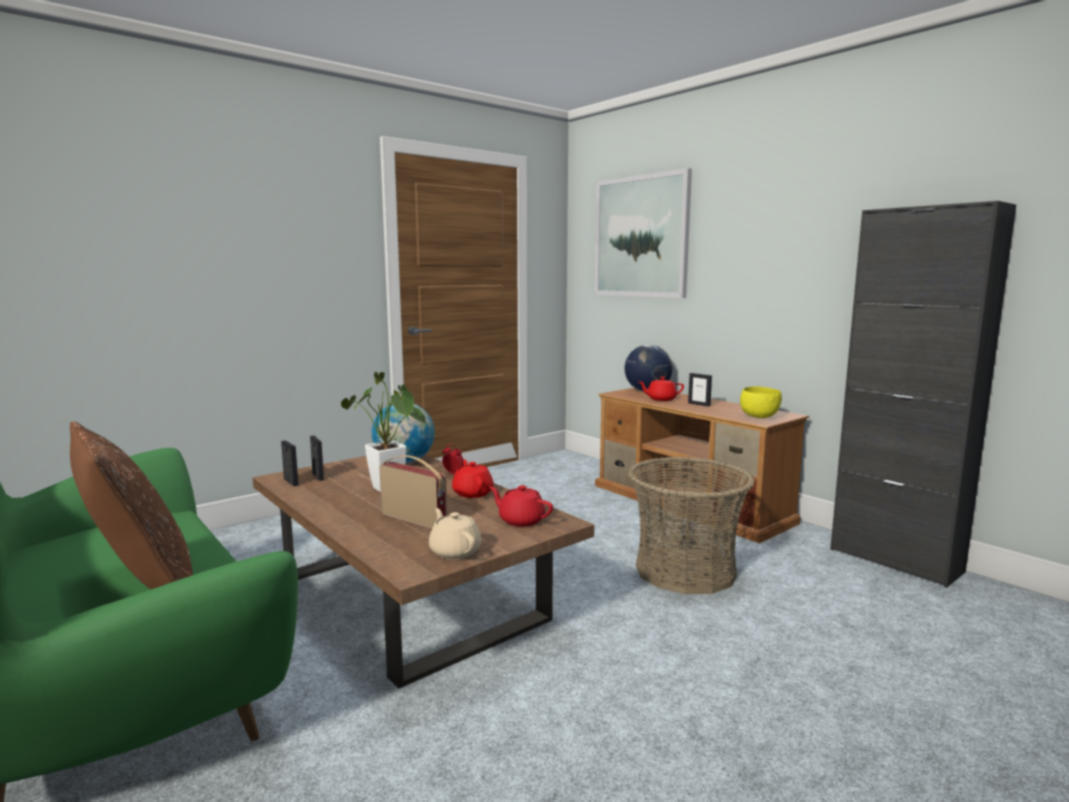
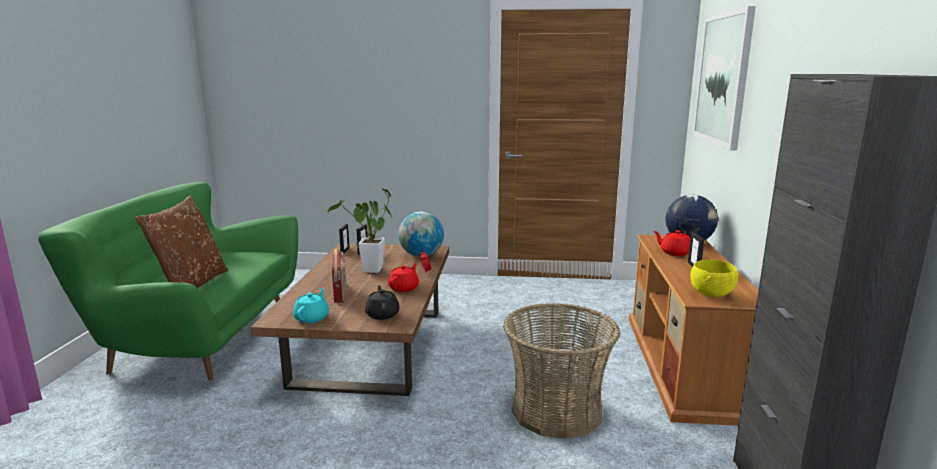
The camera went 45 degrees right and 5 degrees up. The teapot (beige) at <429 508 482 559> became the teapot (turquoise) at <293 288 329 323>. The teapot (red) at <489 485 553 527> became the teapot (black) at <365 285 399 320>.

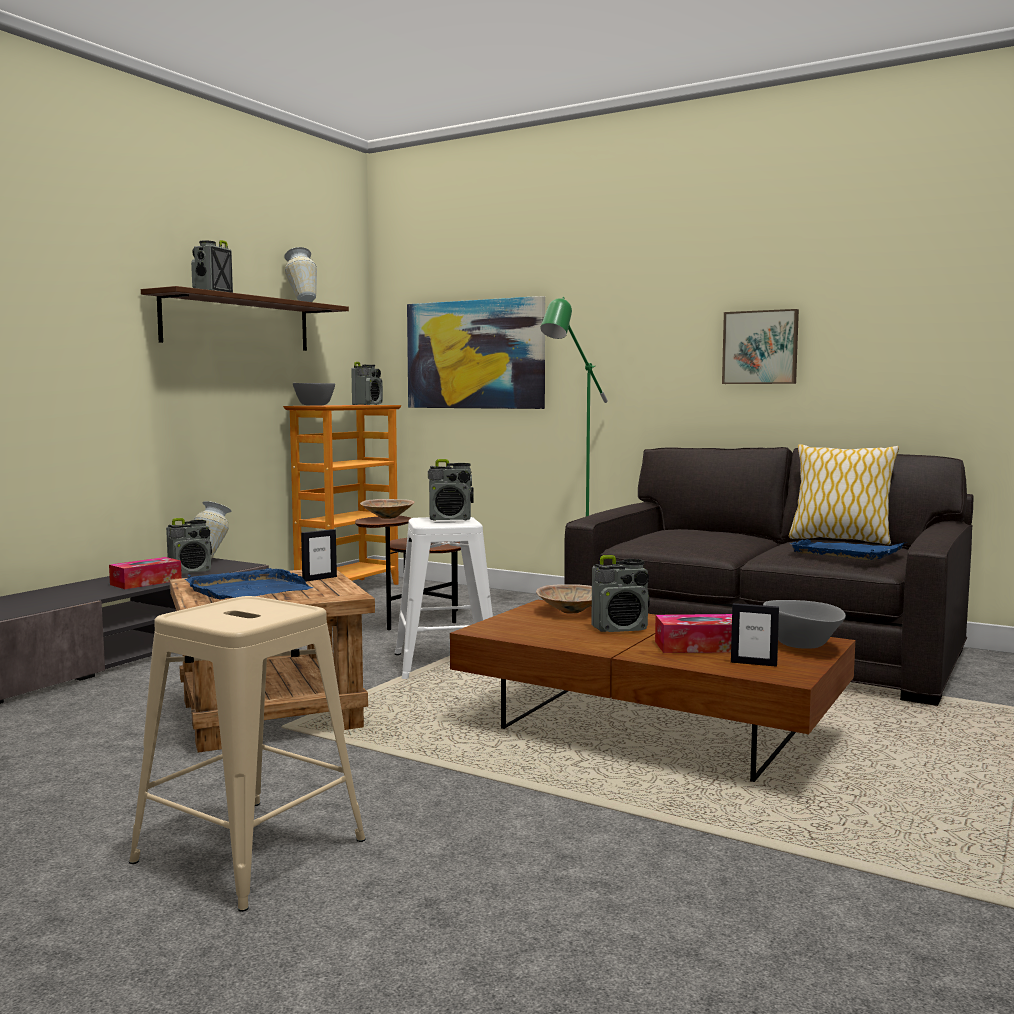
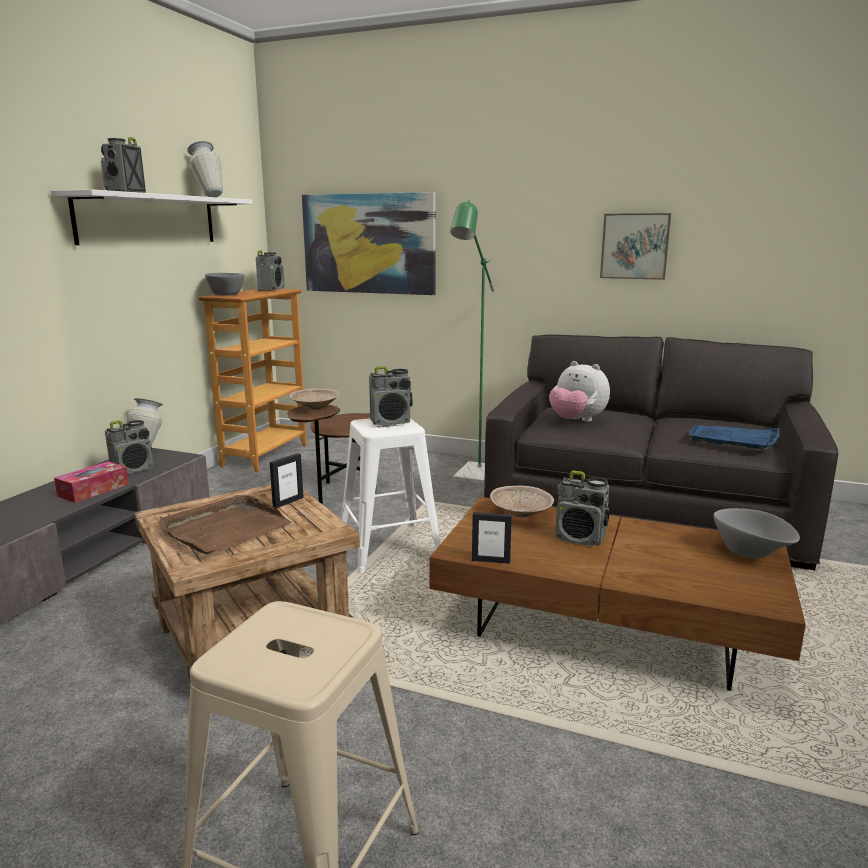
The camera went 10 degrees left and 10 degrees up. The shelf (brown) at <141 286 349 351> became the shelf (white) at <50 189 253 245>. The tray (blue) at <185 568 313 599> became the tray (brown) at <158 495 292 555>. The radio at <591 555 650 632> turned 45 degrees clockwise. The tissue box at <655 614 732 653> disappeared. The picture frame moved from <731 603 779 667> to <472 512 512 564>. The pillow at <789 444 899 545> disappeared. The plush toy at <549 361 610 422> appeared.

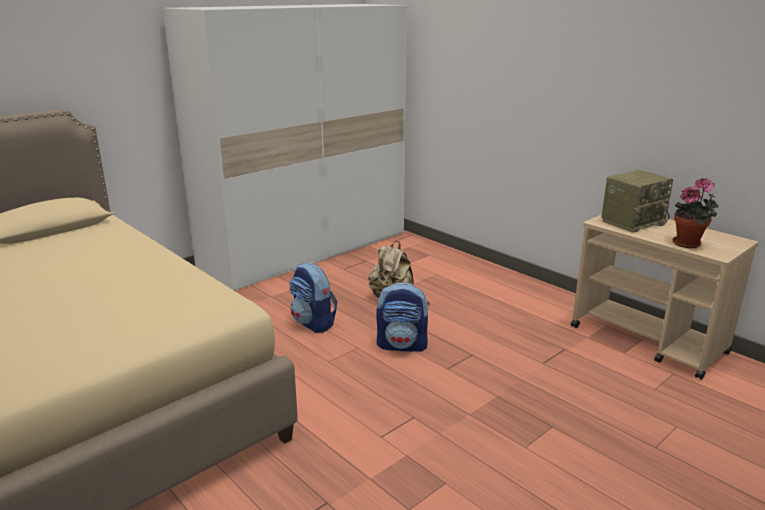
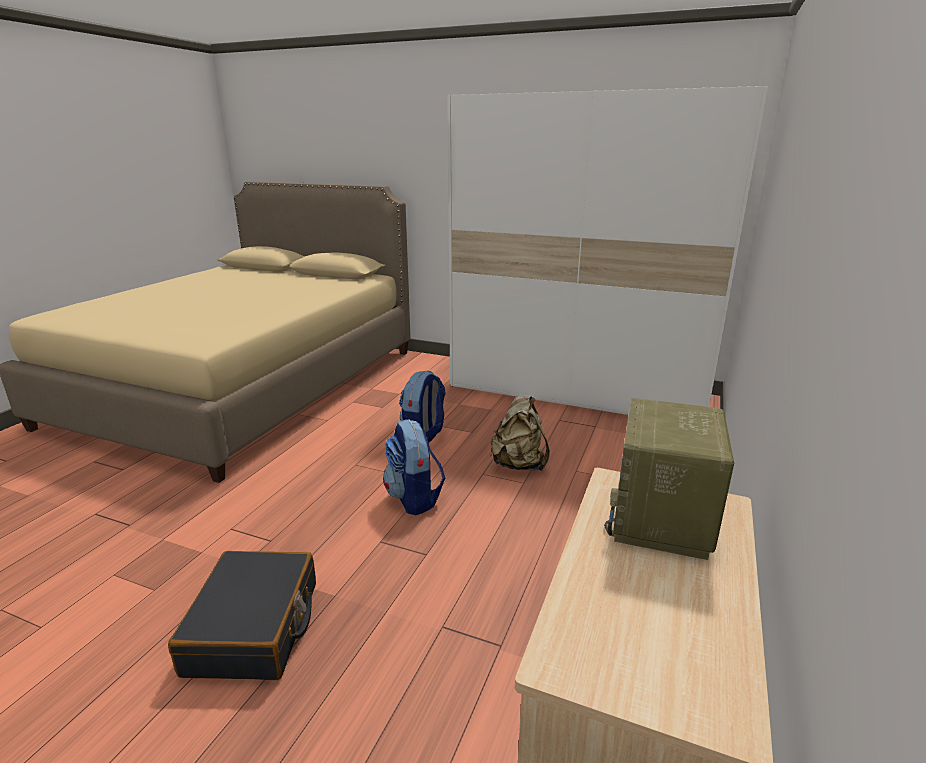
The camera went 65 degrees right and 0 degrees up. The radio at <601 170 673 233> turned 75 degrees clockwise. The potted plant at <673 178 719 248> disappeared. The suitcase (black) at <168 551 316 680> appeared.

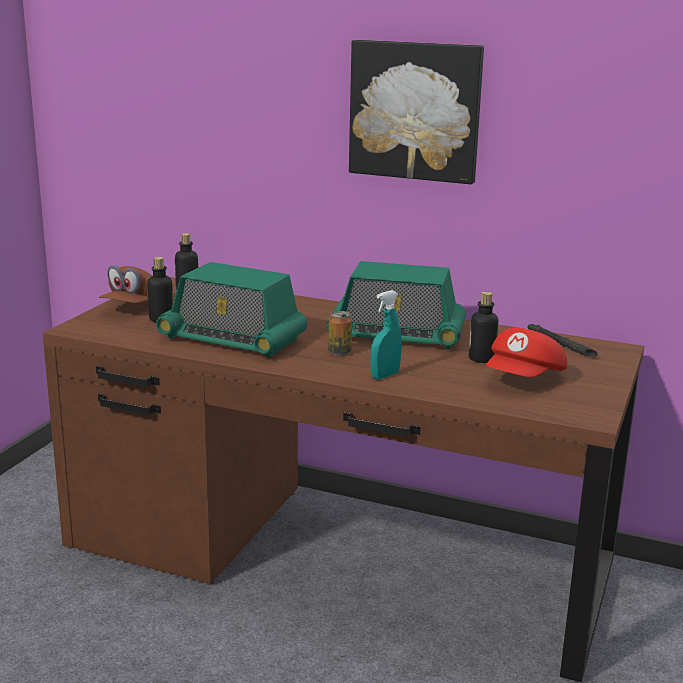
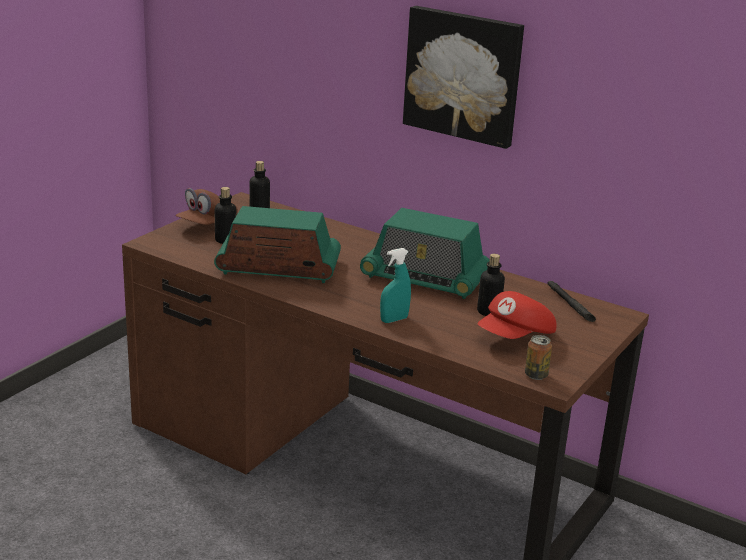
The camera went 10 degrees right and 5 degrees up. The radio at <156 262 307 358> turned 150 degrees clockwise. The can moved from <328 311 352 355> to <525 335 552 380>.

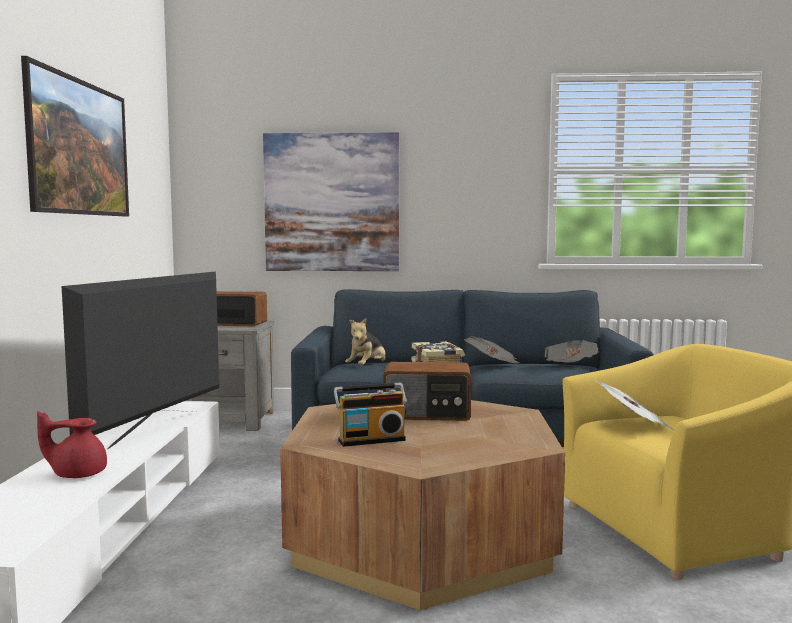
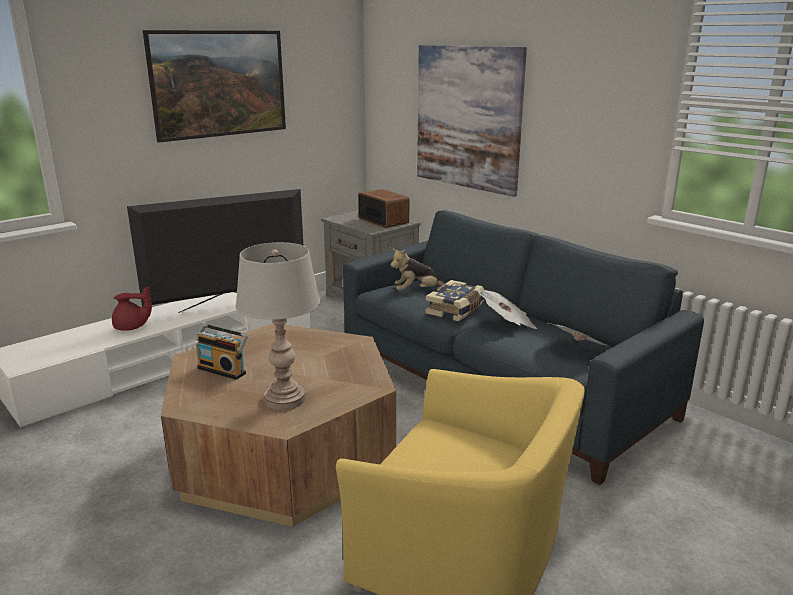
The camera went 45 degrees right and 15 degrees up. The teapot (red) at <37 411 107 478> turned 135 degrees clockwise. The radio at <383 362 471 421> disappeared. The newspaper at <596 381 674 430> disappeared. The table lamp (grey) at <236 242 320 410> appeared.

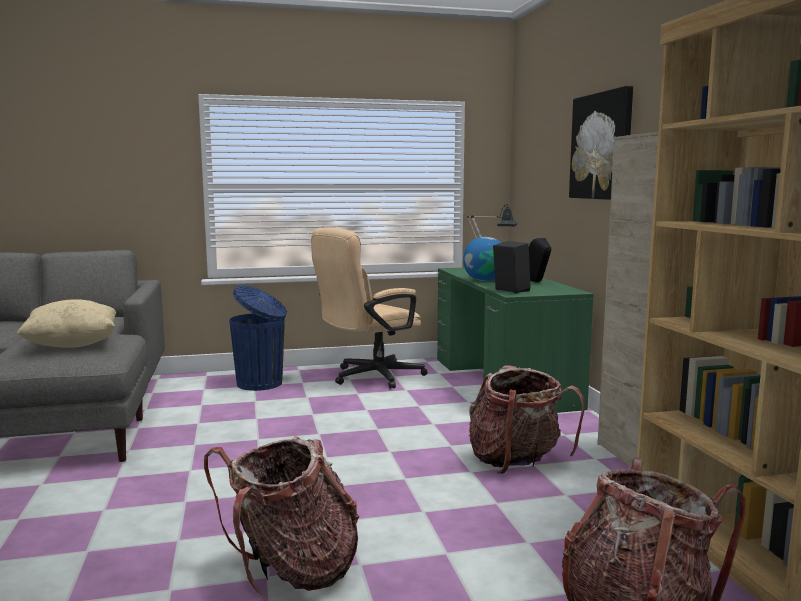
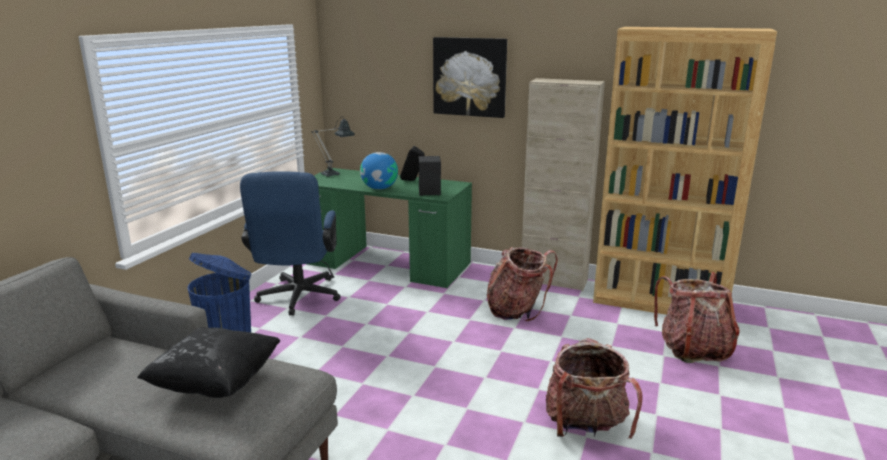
The camera went 55 degrees left and 10 degrees up. The pillow (beige) at <16 300 116 348> became the pillow (black) at <137 327 281 398>. The office chair (beige) at <311 227 427 389> became the office chair (blue) at <240 171 341 316>.

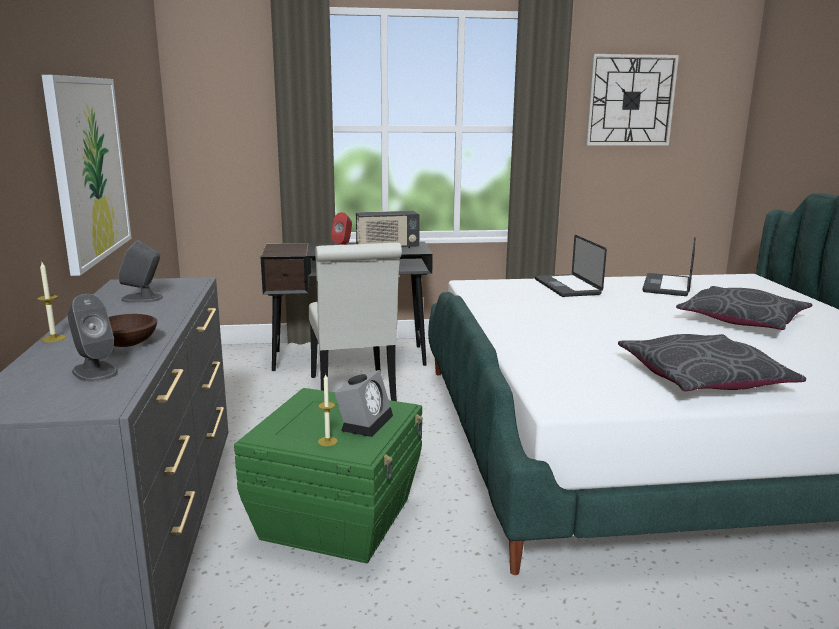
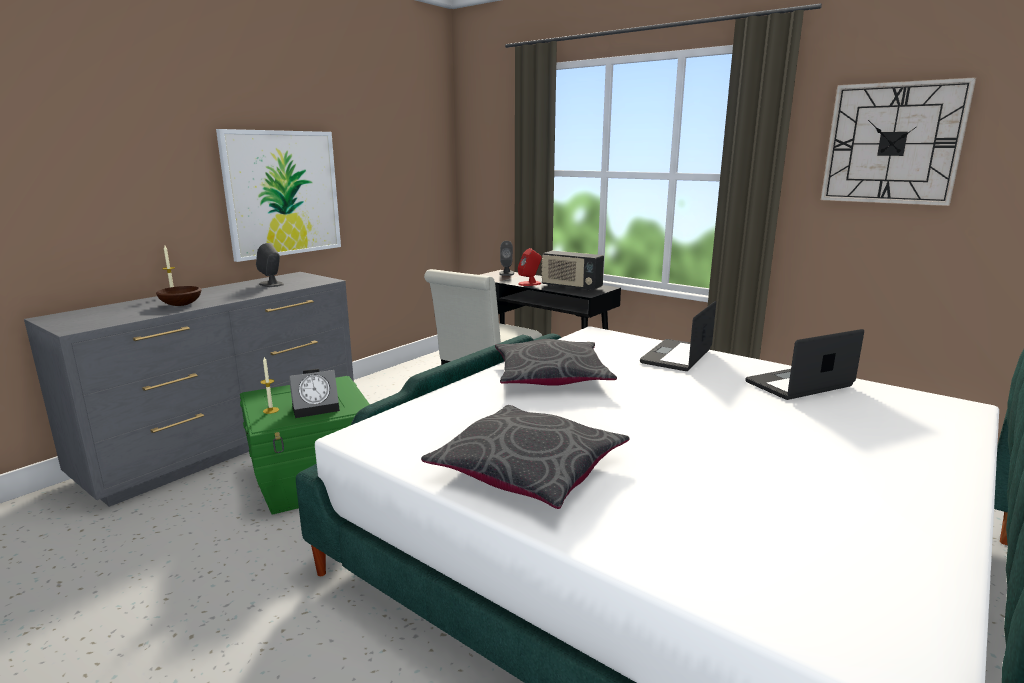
The camera went 45 degrees right and 0 degrees up. The speaker (grey) moved from <68 294 118 382> to <499 241 514 276>. The pillow (grey) moved from <676 286 812 330> to <495 339 617 386>.

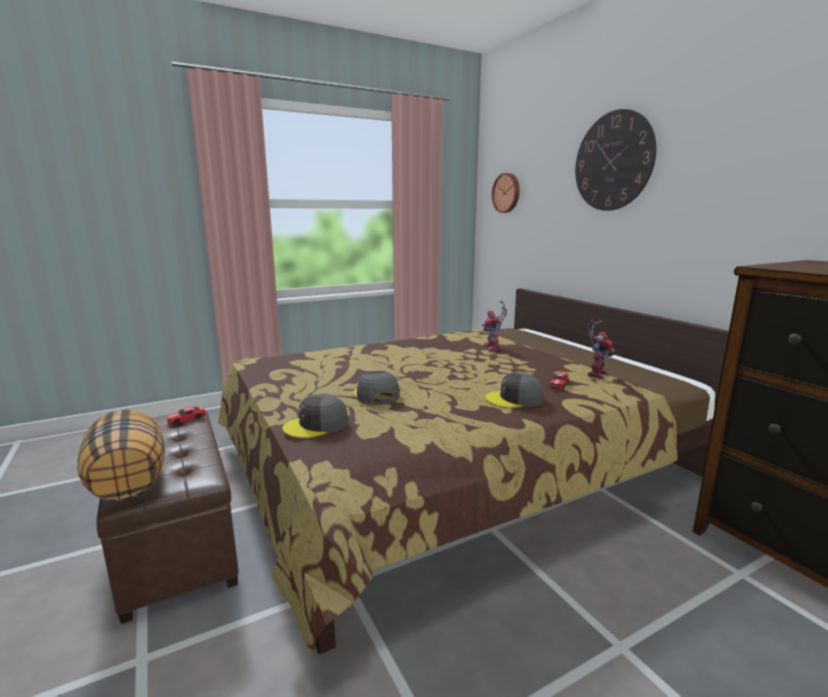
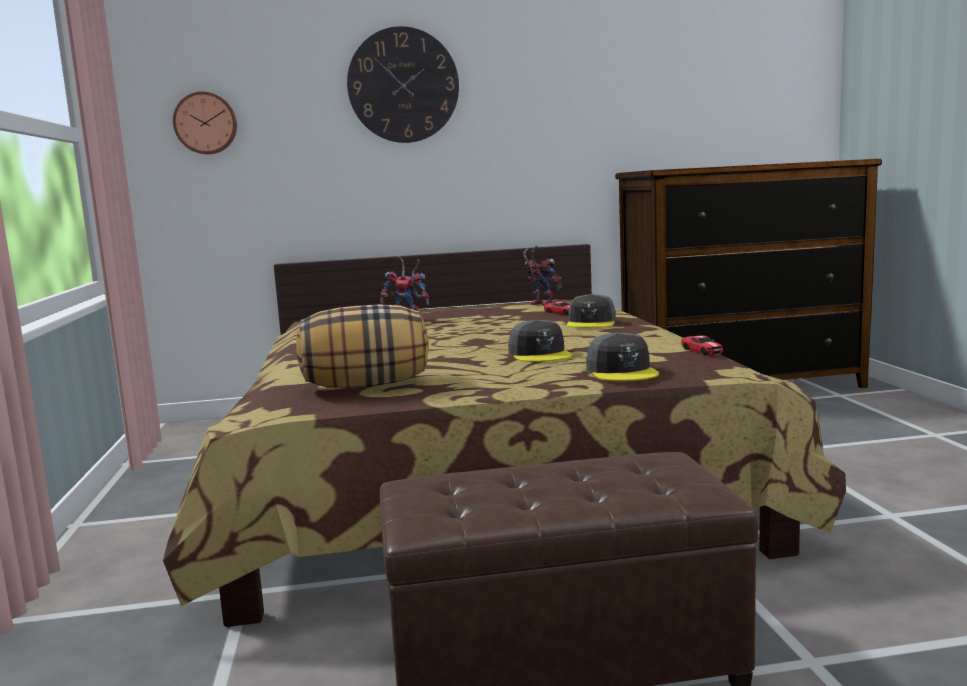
The camera went 70 degrees left and 5 degrees down. The pillow moved from <77 409 165 501> to <296 305 429 388>. The toy car moved from <166 406 206 425> to <681 335 723 356>. The cap (grey) at <353 371 399 405> turned 105 degrees counterclockwise.

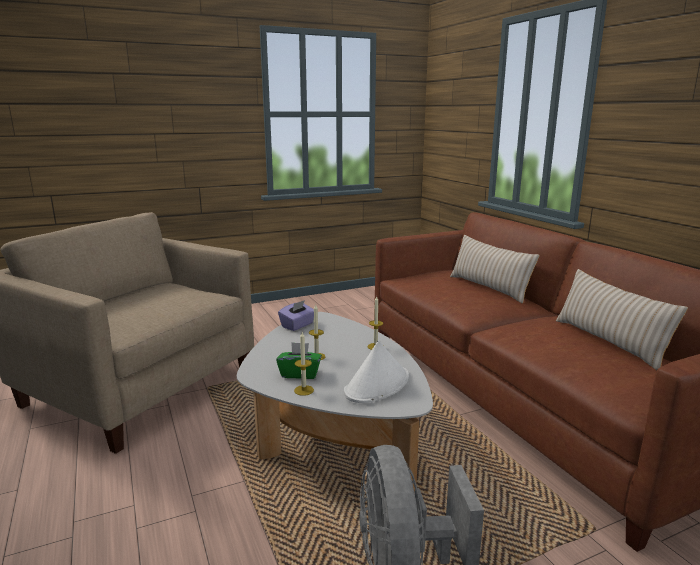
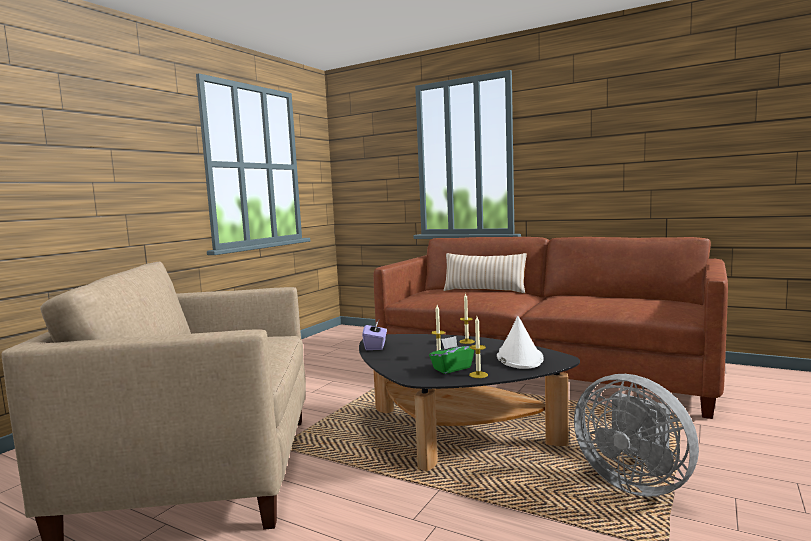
The camera went 35 degrees left and 10 degrees down. The coffee table (white) at <237 312 433 492> became the coffee table (black) at <359 334 580 471>. The pillow (beige) at <556 269 688 370> disappeared.

